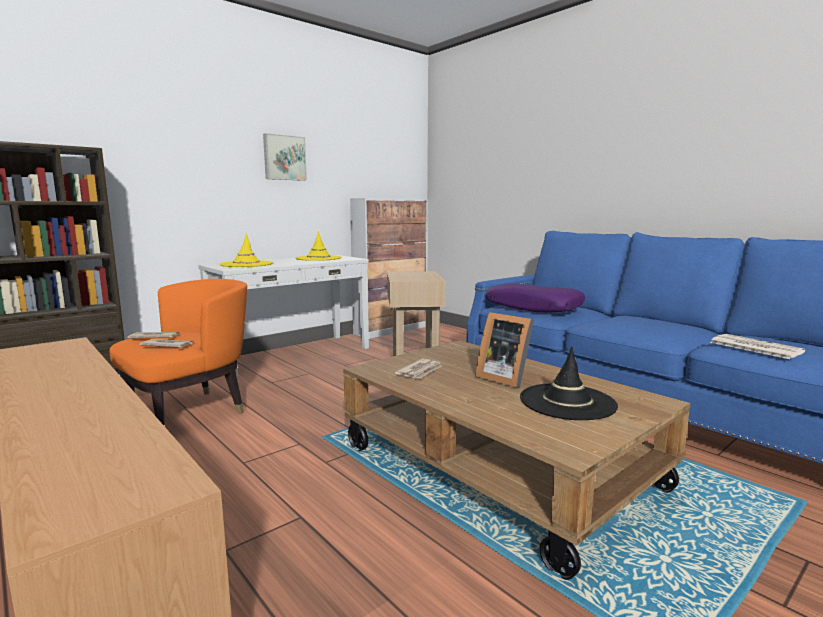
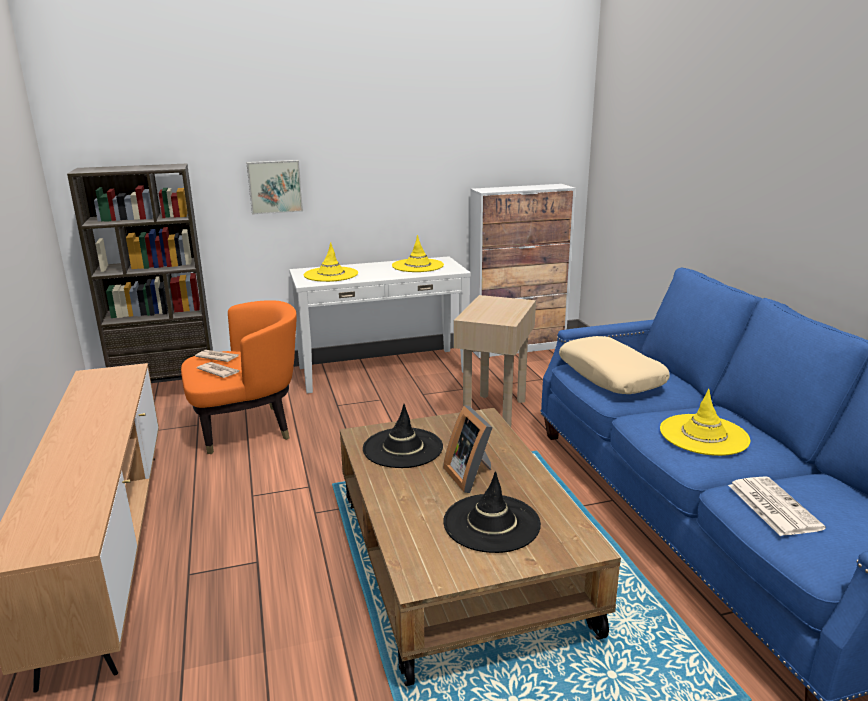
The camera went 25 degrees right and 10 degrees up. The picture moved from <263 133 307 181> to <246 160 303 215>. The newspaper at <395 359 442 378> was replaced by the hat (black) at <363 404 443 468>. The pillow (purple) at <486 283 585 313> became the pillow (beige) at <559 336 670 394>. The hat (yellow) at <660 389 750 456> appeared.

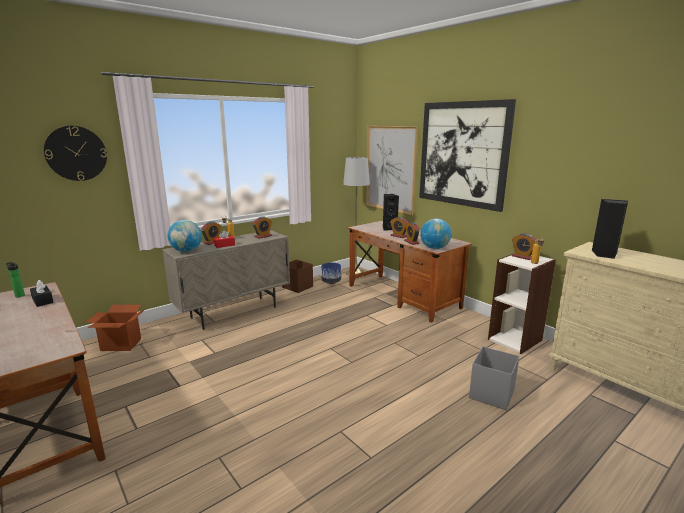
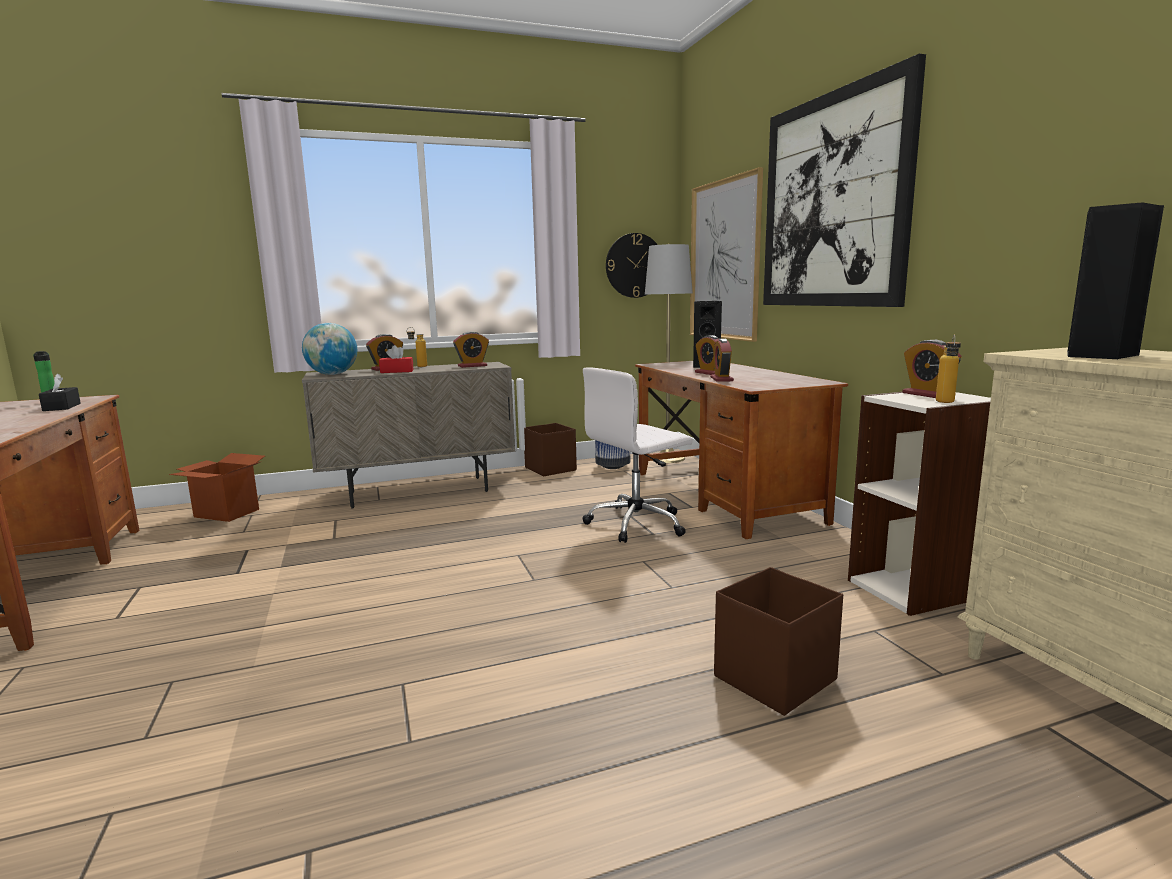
The camera went 20 degrees right and 5 degrees down. The wall clock moved from <44 126 107 181> to <606 233 658 298>. The globe at <420 219 452 249> disappeared. The storage box (grey) at <469 346 519 410> became the storage box (brown) at <714 567 843 716>. The office chair (white) at <583 367 692 543> appeared.

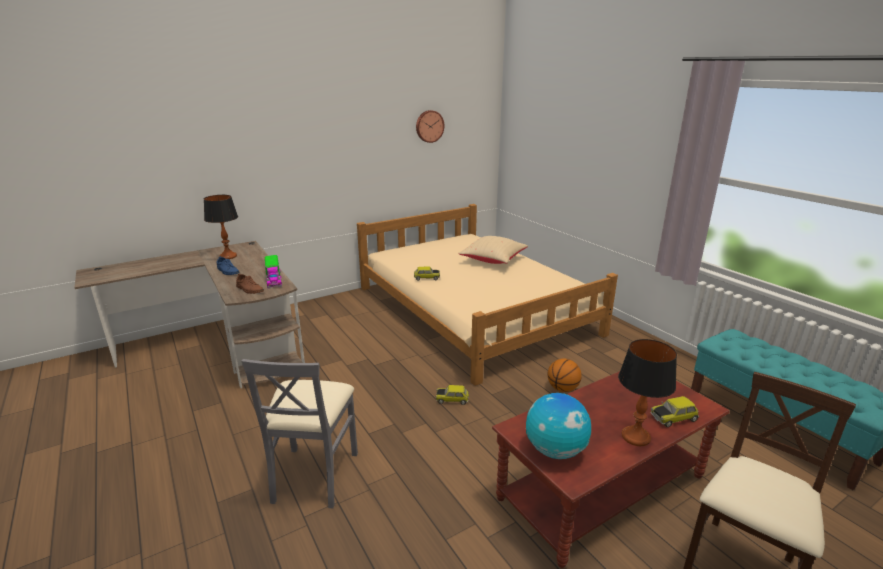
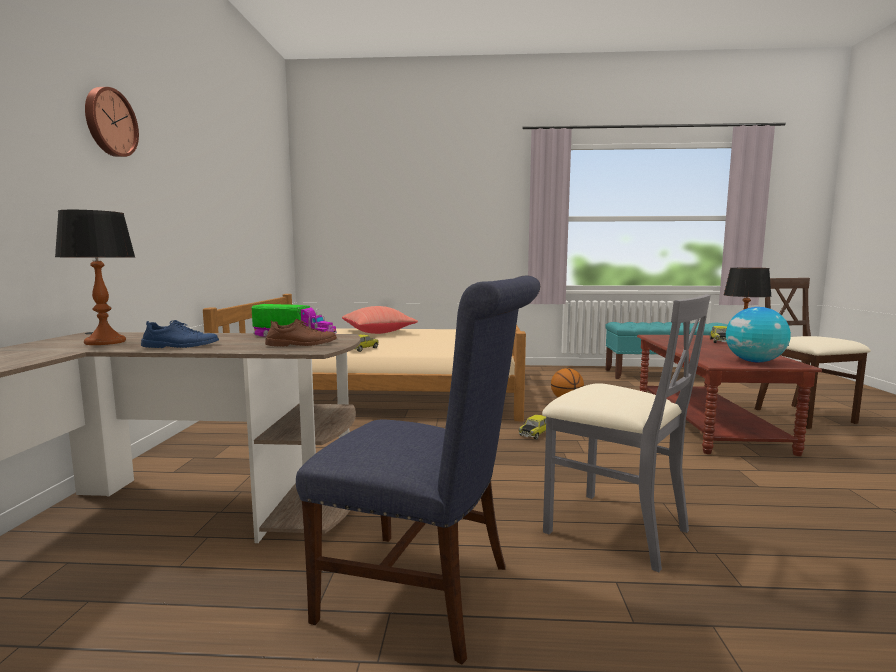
The camera went 55 degrees left and 15 degrees down. The wall clock moved from <416 110 444 143> to <85 87 139 157>. The pillow (beige) at <458 236 528 264> became the pillow (red) at <342 306 418 334>. The chair (blue) at <296 276 540 665> appeared.

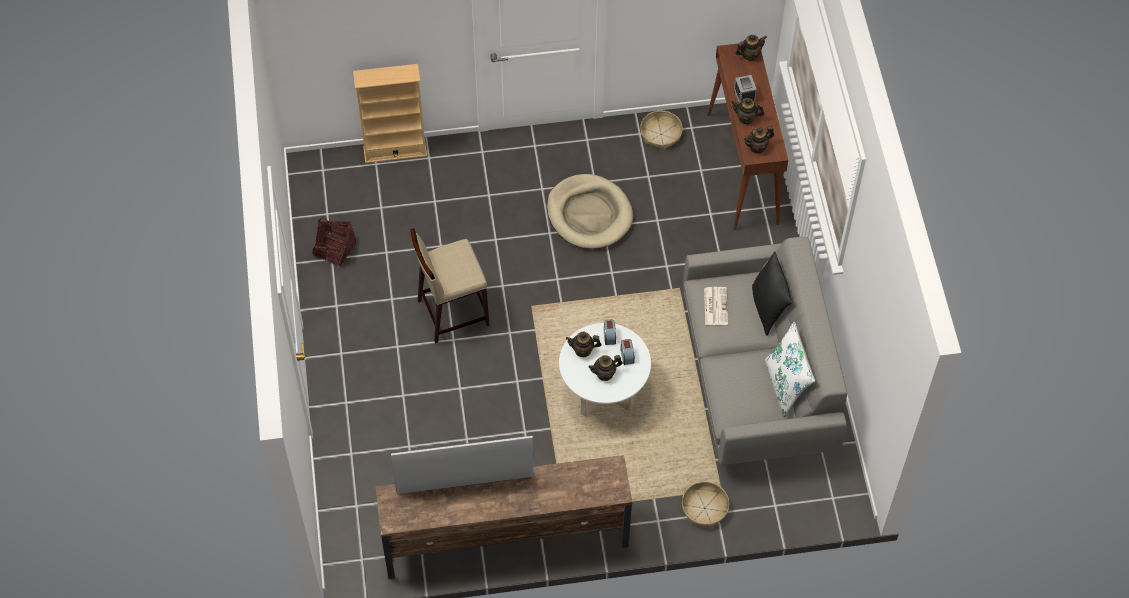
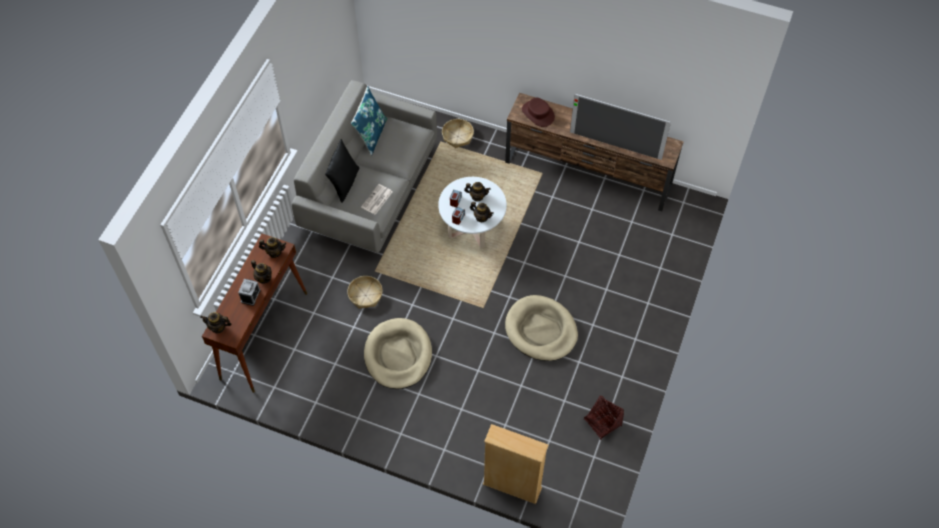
The camera went 150 degrees left and 0 degrees up. The stool (beige) at <411 228 489 344> was replaced by the dog bed (beige) at <505 295 578 361>. The basket moved from <640 111 683 150> to <347 276 383 309>. The pillow (white) at <764 322 815 417> became the pillow (blue) at <351 86 387 156>. The hat (brown) at <522 98 555 127> appeared.

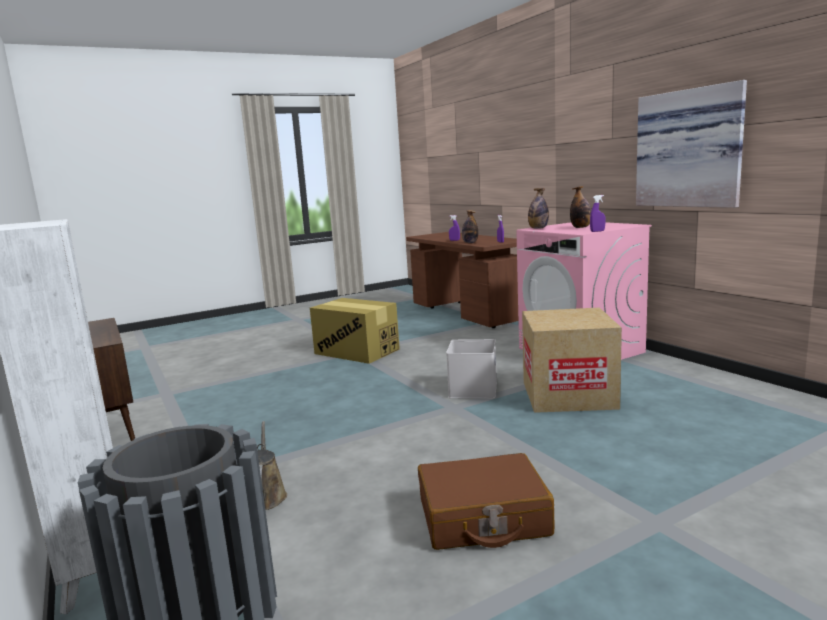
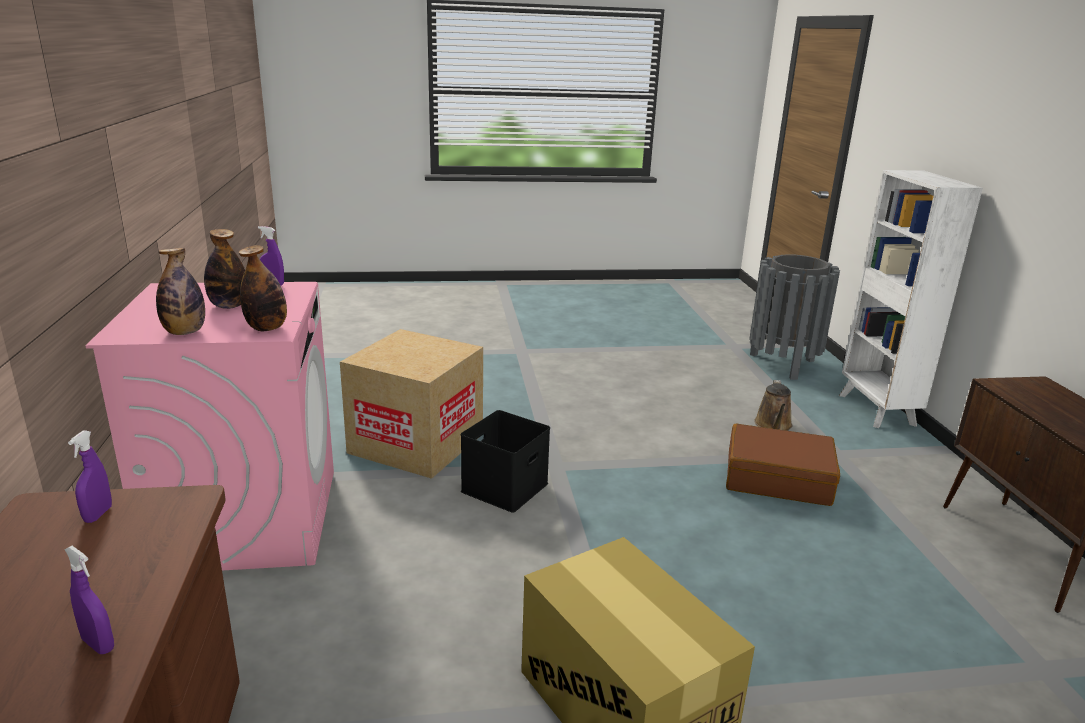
The camera went 160 degrees left and 10 degrees up. The suitcase (brown) moved from <418 453 555 550> to <726 424 840 506>. The storage box (white) at <446 339 497 399> became the storage box (black) at <461 410 550 513>. The bottle moved from <462 210 478 243> to <156 248 205 335>. The picture at <636 80 747 208> disappeared.

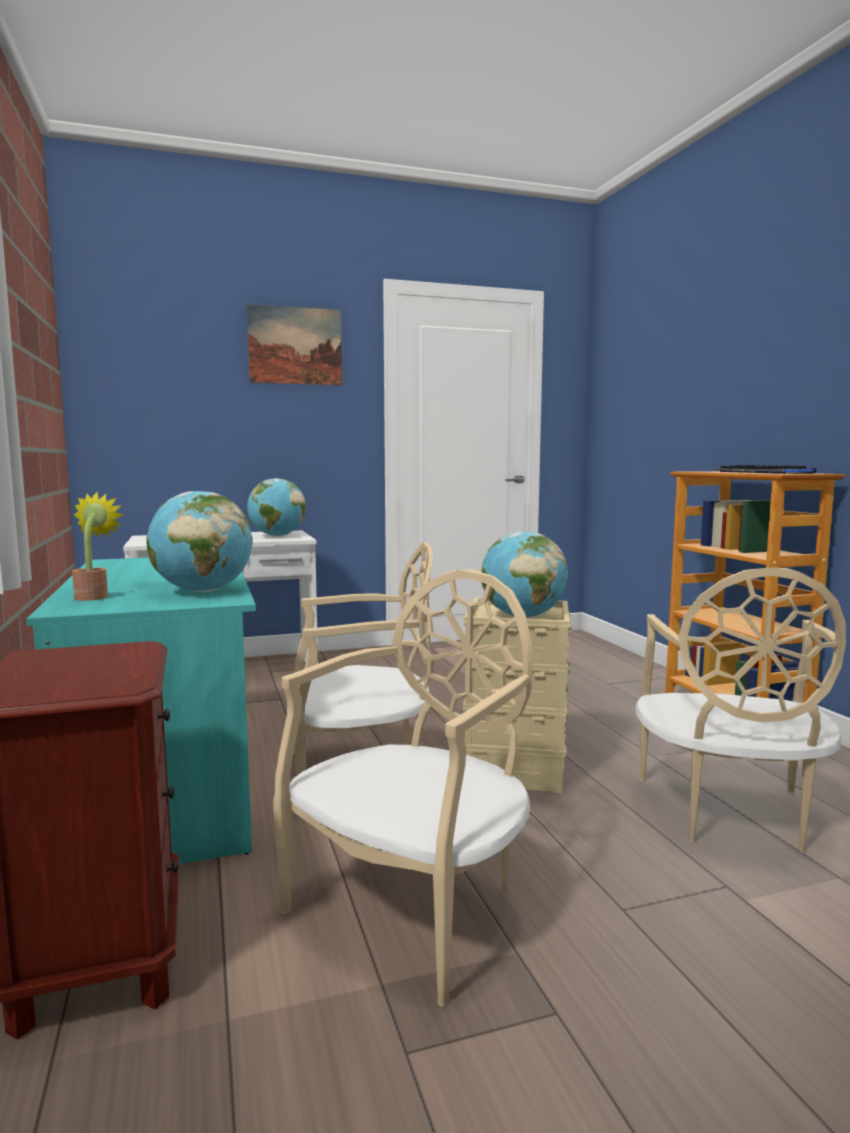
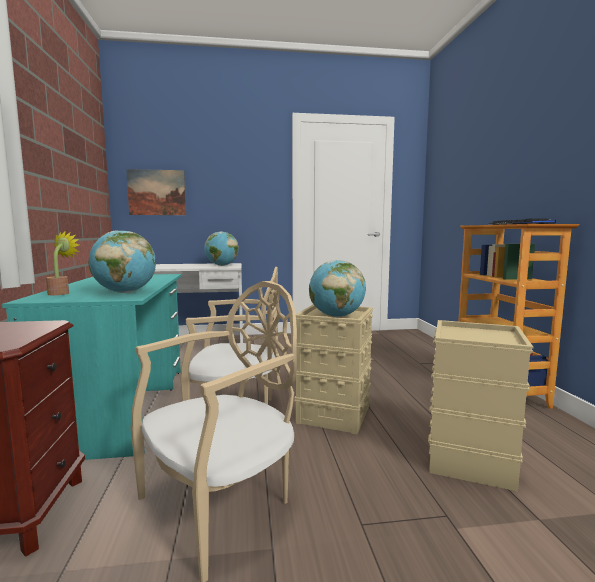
The camera went 10 degrees right and 0 degrees up. The picture moved from <247 304 342 385> to <126 169 186 215>. The chair (beige) at <635 567 846 853> was replaced by the storage box (beige) at <428 320 533 491>.

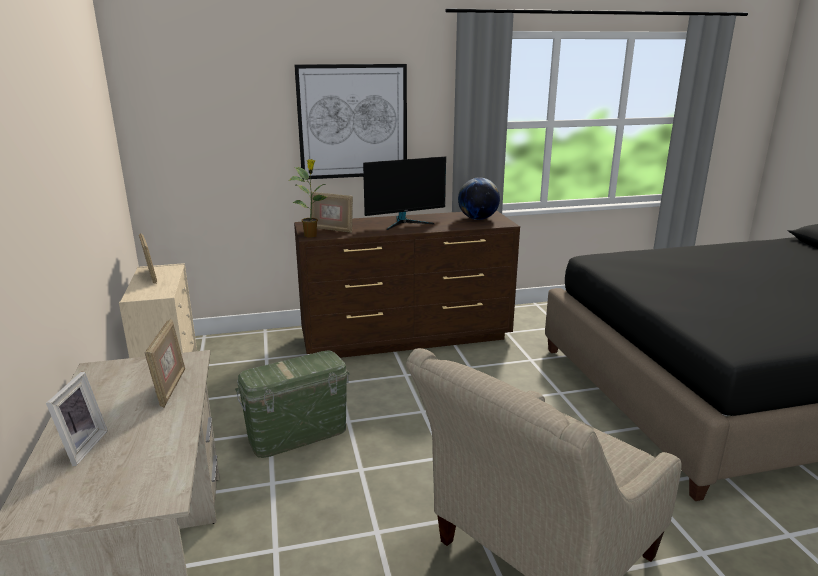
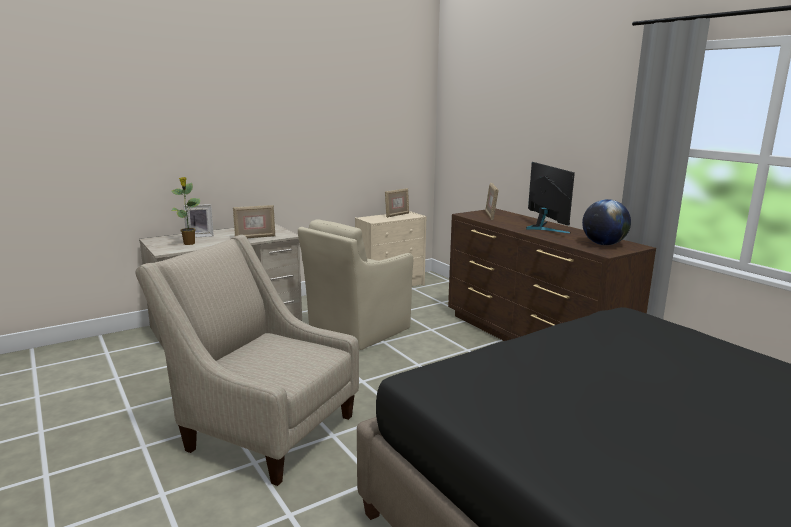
The camera went 70 degrees right and 5 degrees down. The storage box (green) at <235 350 350 458> was replaced by the armchair (beige) at <298 219 413 350>. The potted plant moved from <290 159 328 237> to <171 177 201 245>. The picture at <294 64 407 180> disappeared. The monitor at <363 156 446 230> turned 150 degrees counterclockwise.

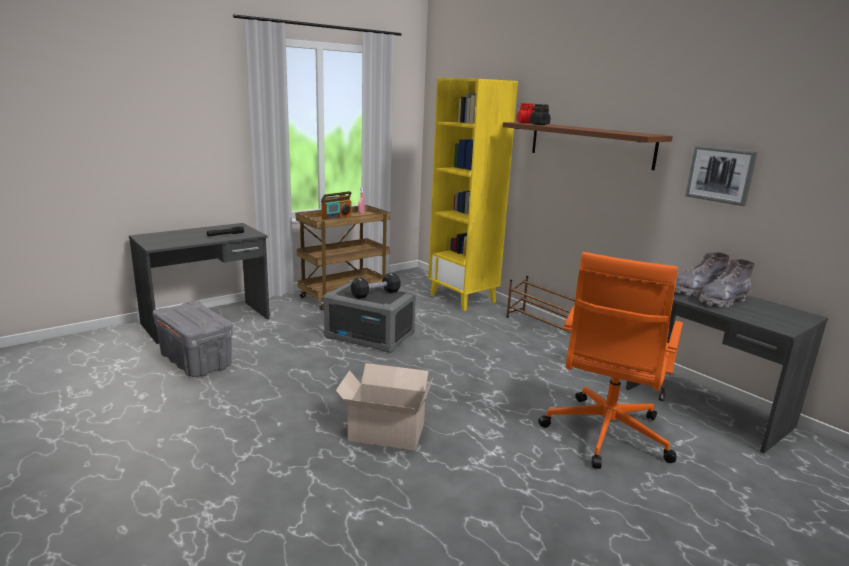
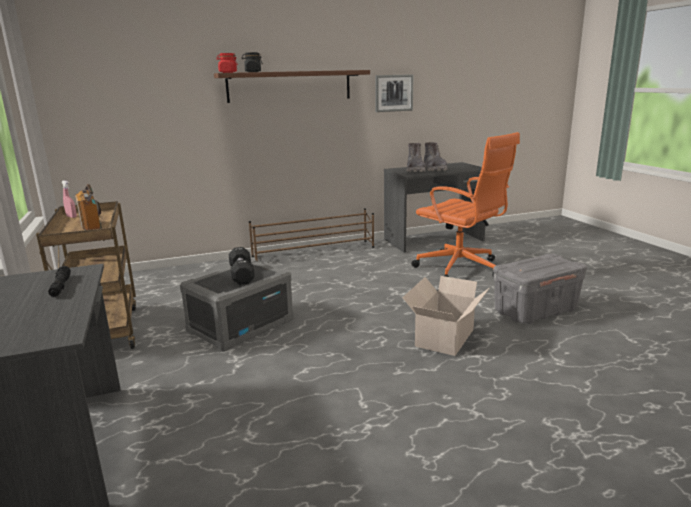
The camera went 70 degrees left and 0 degrees up. The storage box (grey) moved from <152 301 233 377> to <493 253 587 324>. The bookcase (yellow) at <428 78 518 311> disappeared.

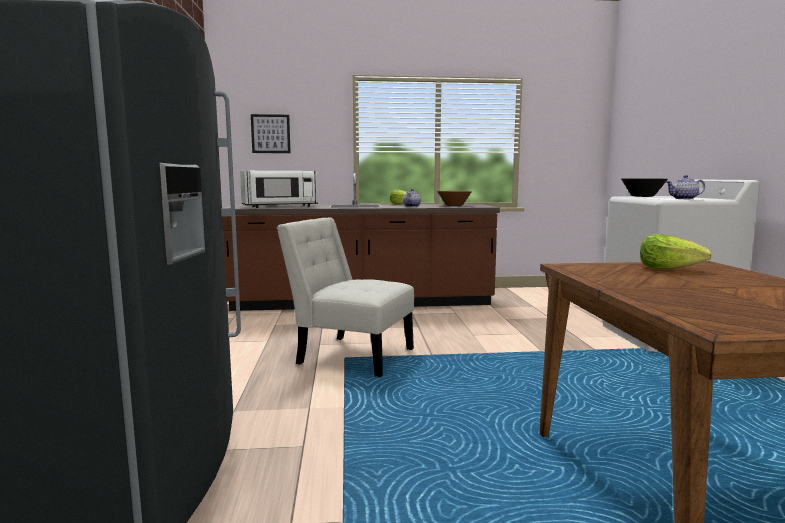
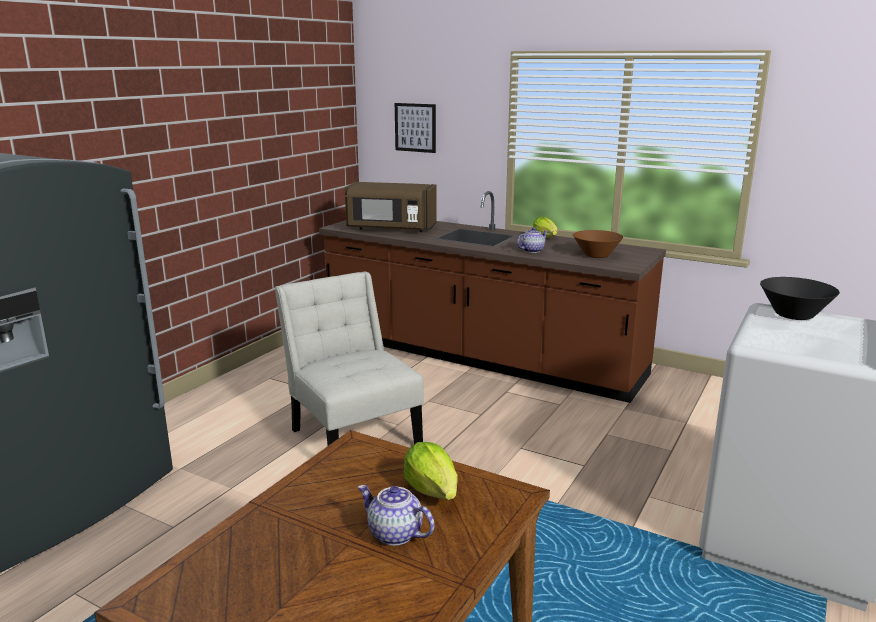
The camera went 35 degrees right and 10 degrees up. The microwave (white) at <240 171 318 208> became the microwave (brown) at <345 182 436 232>. The teapot moved from <666 175 705 199> to <358 485 434 546>.

